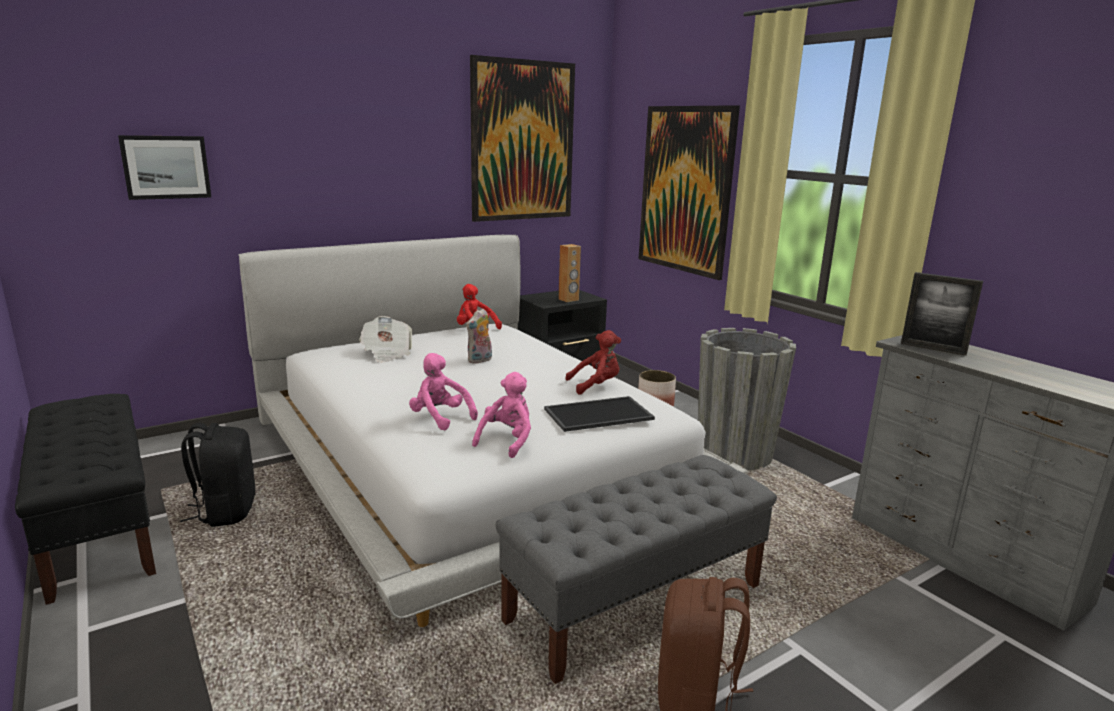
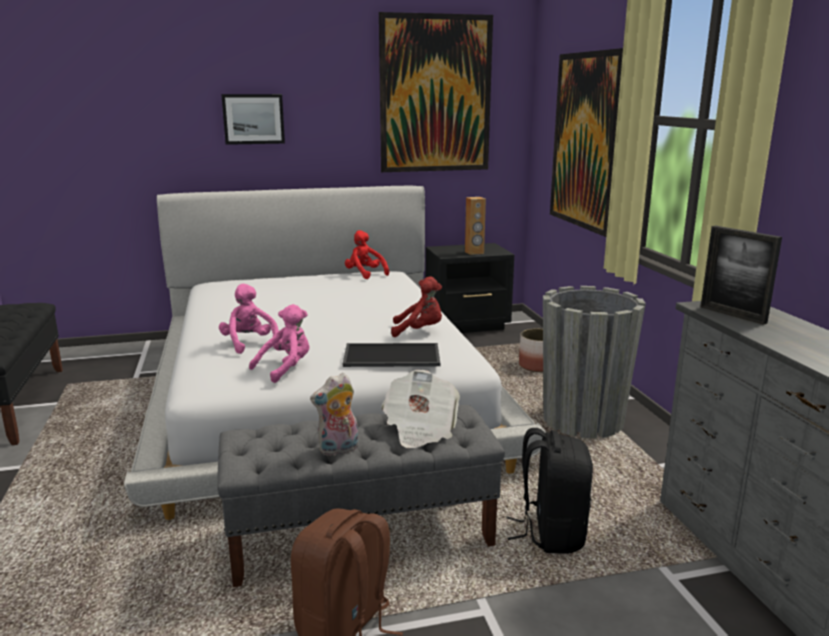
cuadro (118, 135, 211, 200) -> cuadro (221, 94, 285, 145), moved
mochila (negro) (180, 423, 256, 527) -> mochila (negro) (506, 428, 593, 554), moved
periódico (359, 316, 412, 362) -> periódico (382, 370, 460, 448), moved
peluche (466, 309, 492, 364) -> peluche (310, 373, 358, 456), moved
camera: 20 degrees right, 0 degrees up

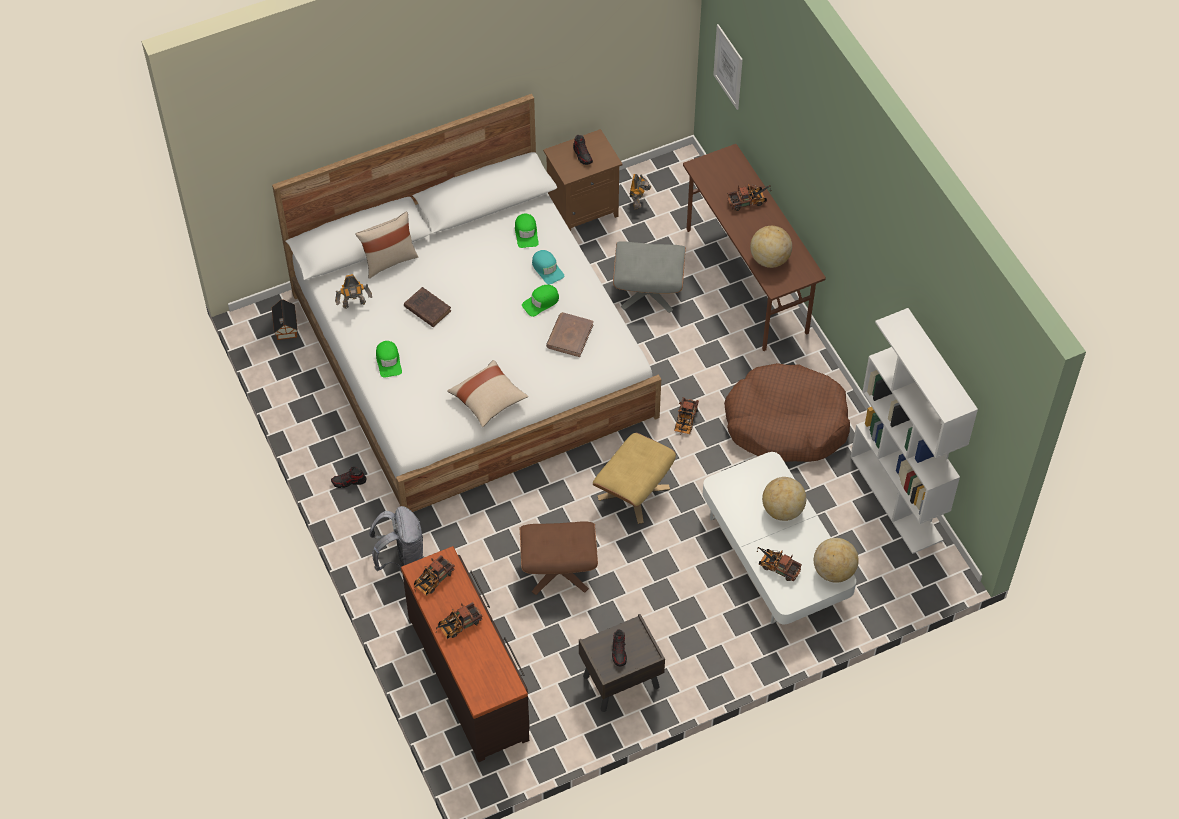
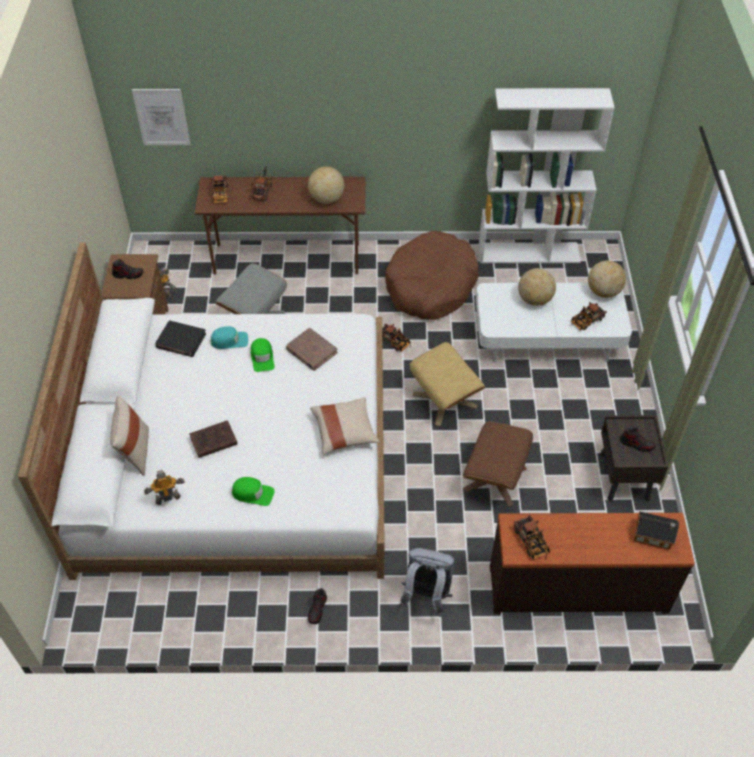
casita (272, 300, 298, 340) -> casita (634, 511, 679, 549), moved
camión de juguete (436, 602, 483, 639) -> camión de juguete (210, 175, 228, 203), moved
gorra (verde) (515, 213, 539, 248) -> libro (negro) (156, 320, 206, 357)
robot de juguete (335, 274, 372, 309) -> robot de juguete (144, 470, 185, 505), 120 degrees counterclockwise
camera: 65 degrees left, 5 degrees down

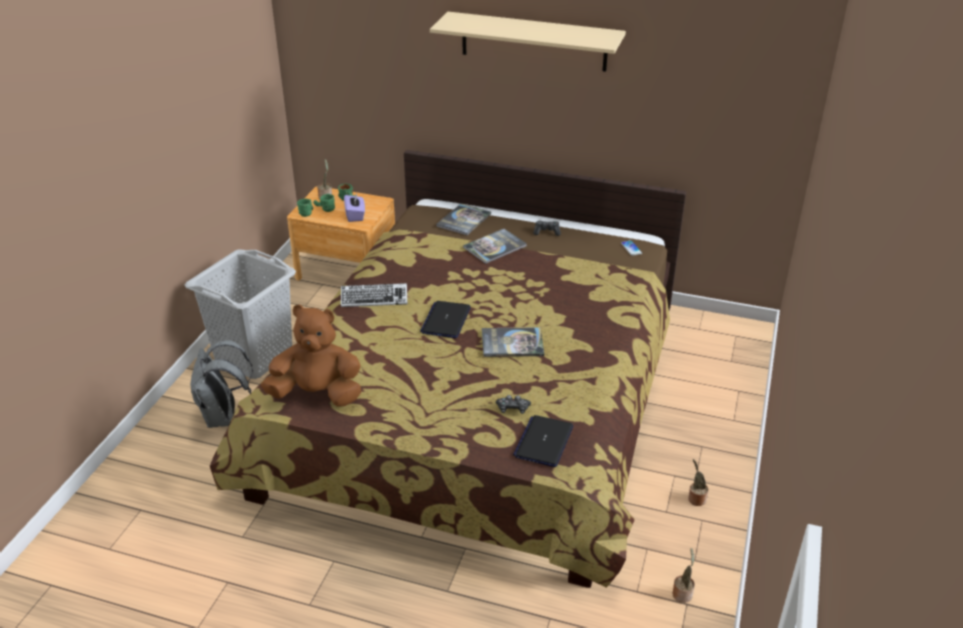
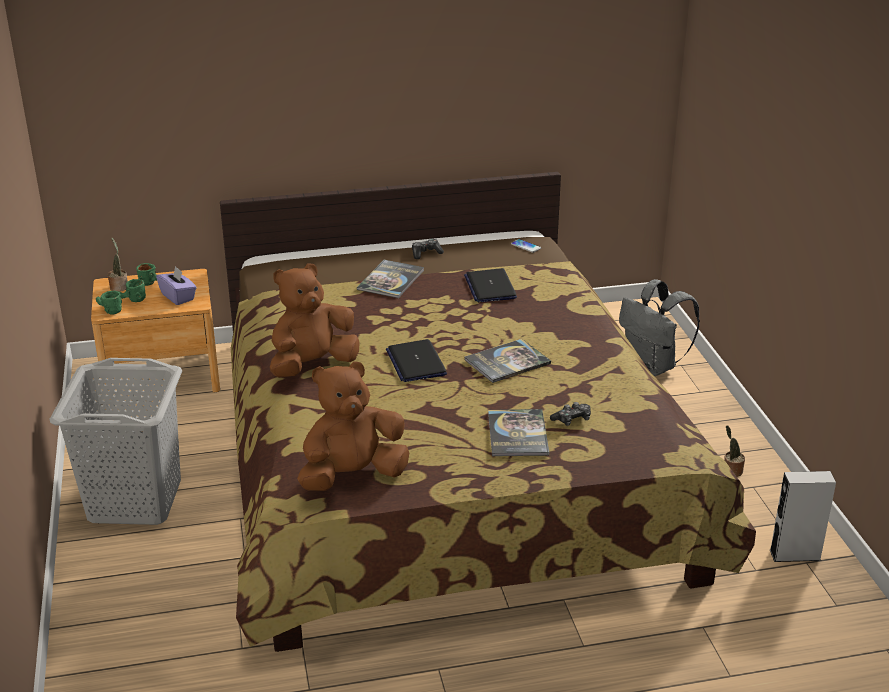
estante (beis) (430, 12, 626, 72) -> none
mochila (gris) (190, 340, 253, 428) -> mochila (gris) (619, 279, 700, 376), moved
libro (436, 204, 491, 235) -> libro (488, 409, 549, 456), moved
portátil (513, 415, 573, 467) -> portátil (464, 268, 517, 302), moved
teclado (341, 283, 407, 307) -> peluche (marrón) (270, 263, 360, 378)
planta en maceta (672, 548, 695, 603) -> altavoz (gris) (770, 471, 836, 562)
camera: 30 degrees left, 5 degrees down

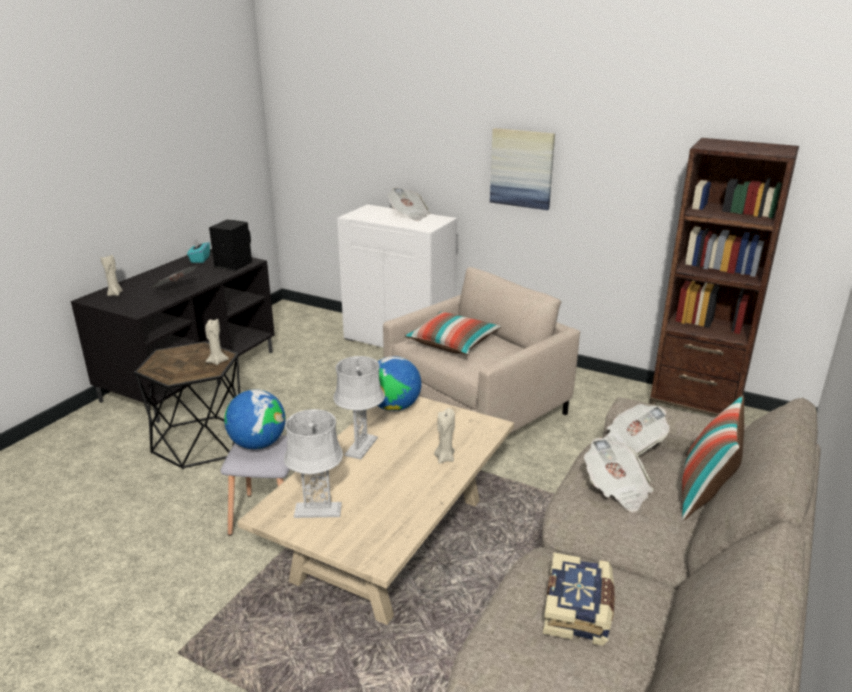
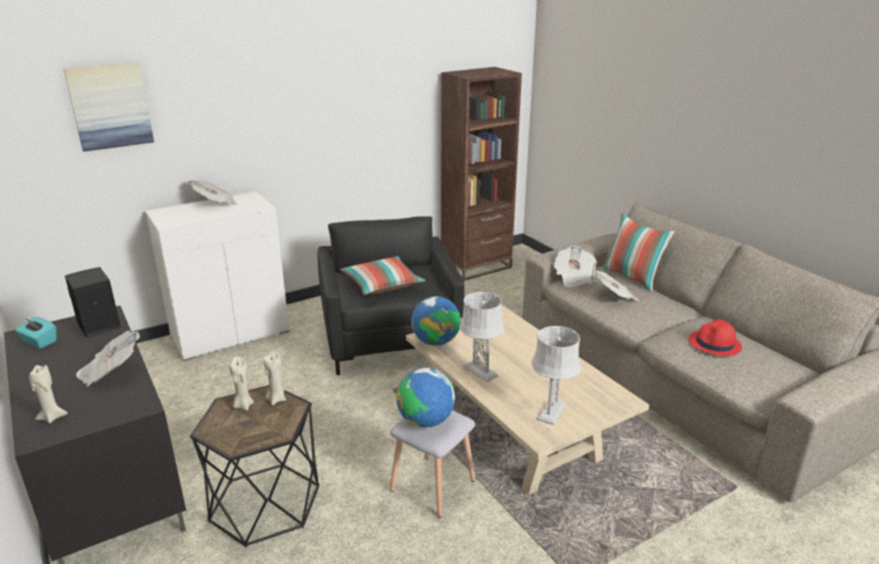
vela (beis) (434, 408, 455, 464) -> vela (beis) (229, 357, 254, 411), moved
cuadro (490, 128, 555, 210) -> cuadro (63, 63, 154, 152), moved
libro (543, 553, 615, 646) -> sombrero (rojo) (689, 319, 742, 356)
sillón (beis) (383, 267, 580, 434) -> sillón (negro) (317, 216, 465, 375)
camera: 60 degrees left, 0 degrees up

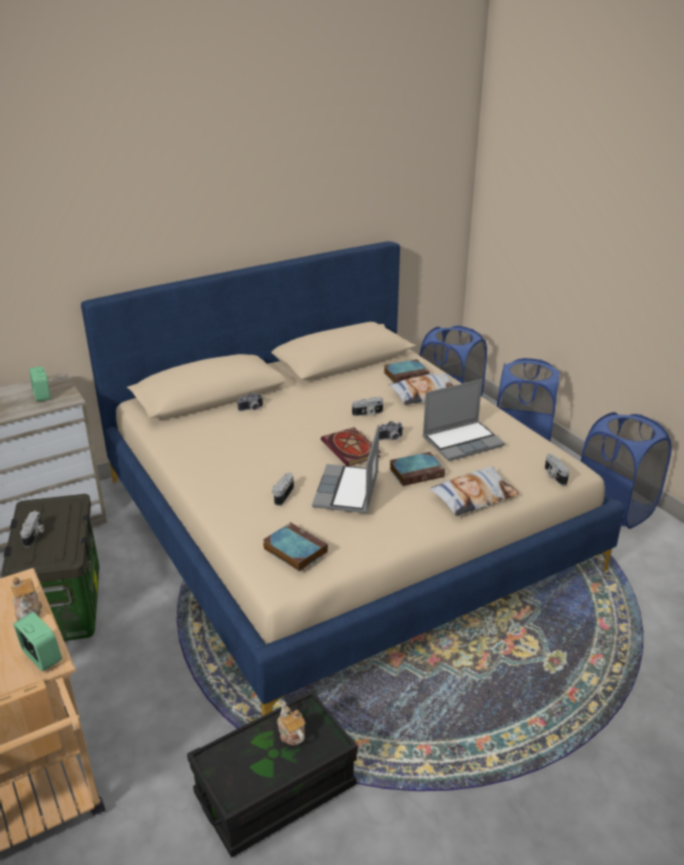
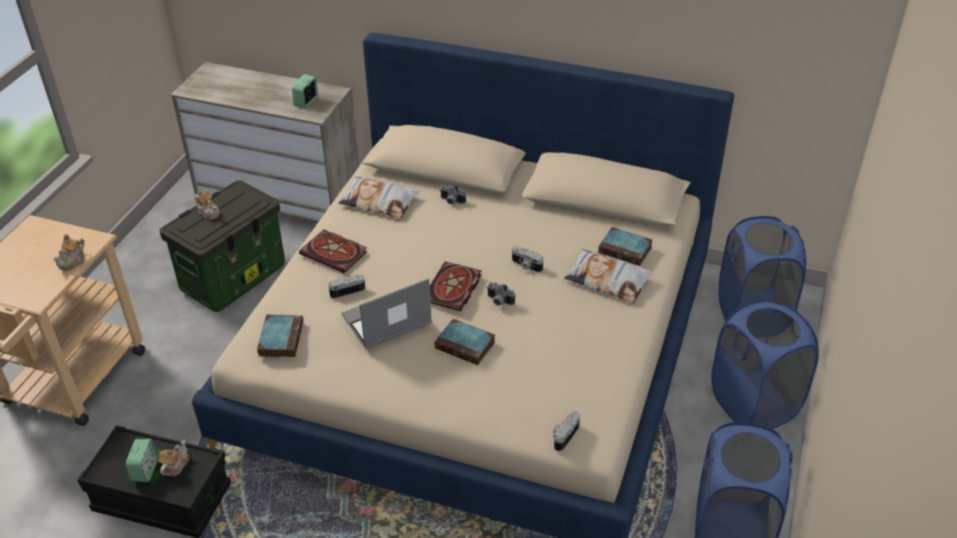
portátil (423, 379, 505, 461) -> none
none -> libro (299, 230, 367, 273)
despertador (13, 612, 62, 671) -> despertador (126, 439, 158, 482), moved
cojín (429, 467, 519, 516) -> cojín (339, 177, 419, 218), moved
cámara (20, 511, 44, 547) -> tetera (195, 190, 220, 220)
camera: 50 degrees right, 10 degrees up

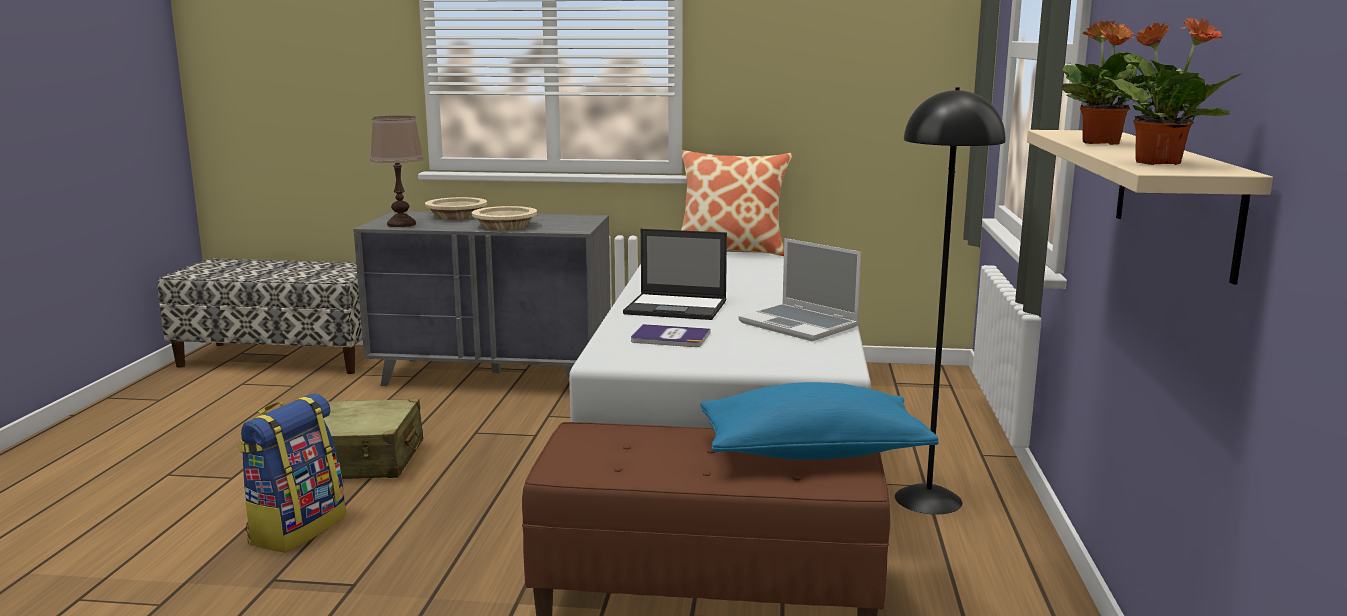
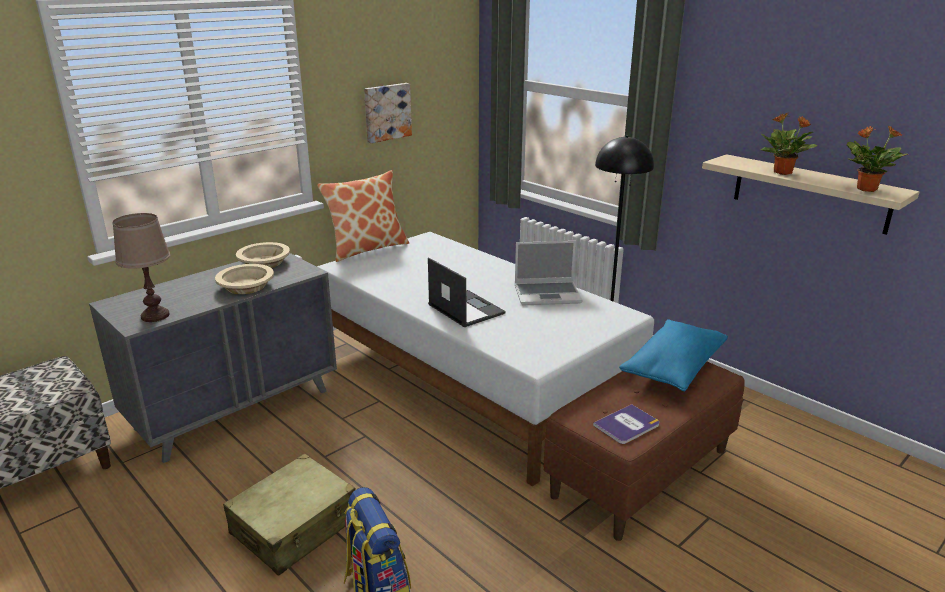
none -> cuadro (364, 83, 412, 143)
cuenco (beis) (425, 197, 487, 220) -> cuenco (beis) (236, 242, 290, 268), moved
libro (631, 324, 710, 347) -> libro (593, 404, 659, 444), moved
portátil (623, 229, 727, 320) -> portátil (428, 257, 506, 327), 90 degrees counterclockwise
camera: 50 degrees left, 10 degrees up

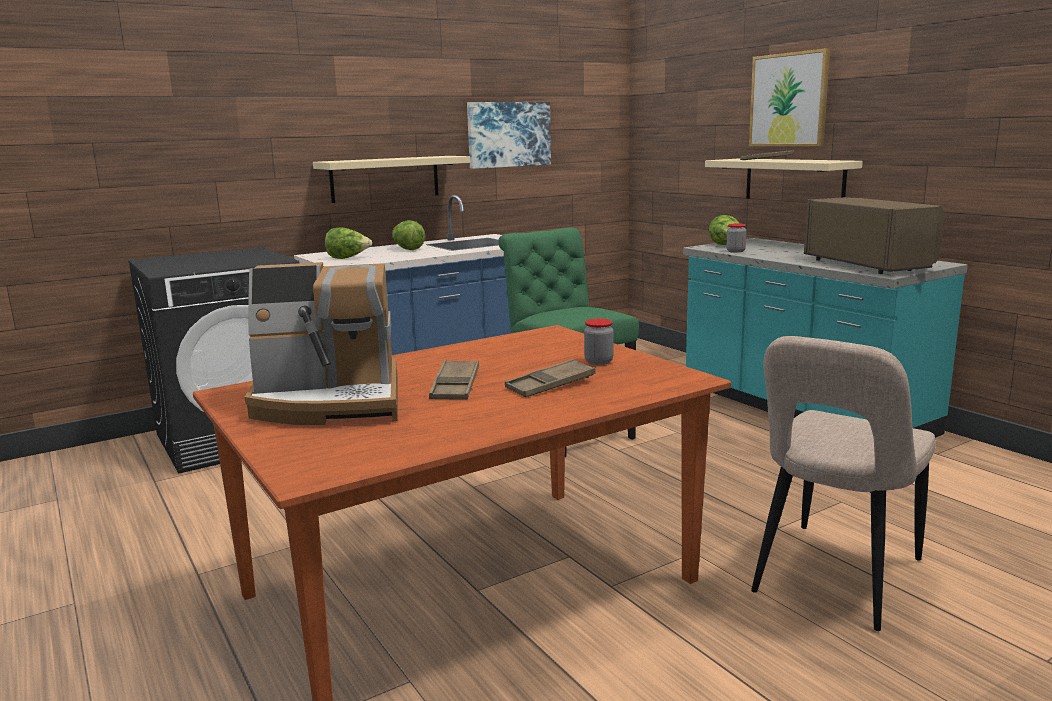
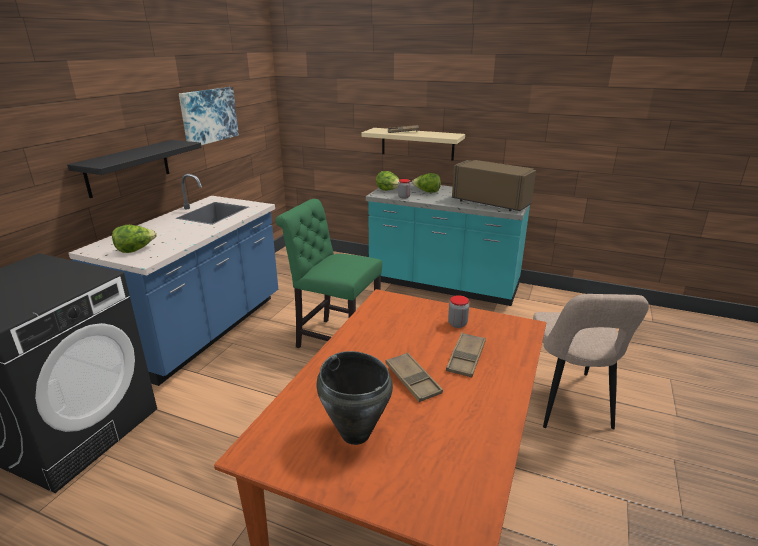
cuadro (749, 48, 830, 146) -> none
lechuga (392, 220, 425, 250) -> lechuga (412, 173, 441, 193), moved
cafetera (245, 262, 398, 425) -> olla (negro) (316, 351, 393, 445)
estante (beis) (313, 156, 470, 203) -> estante (negro) (67, 140, 202, 198)
camera: 35 degrees left, 10 degrees up

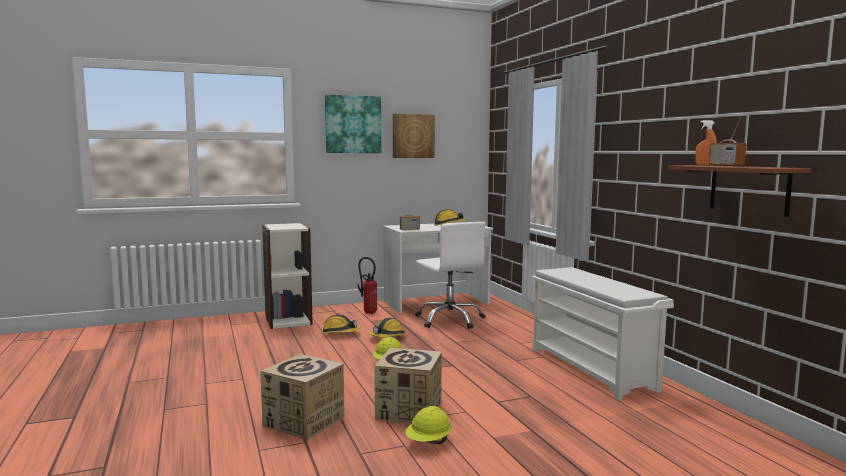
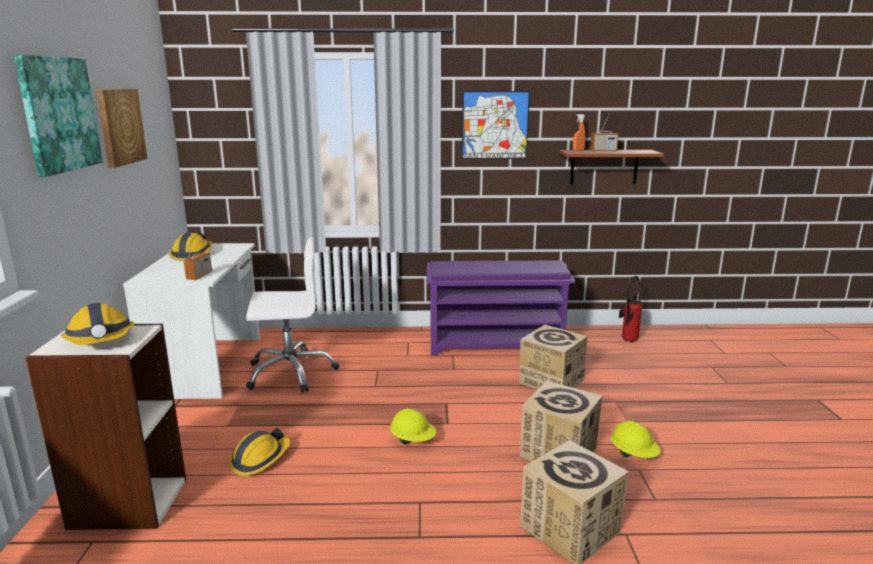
none -> cuadro (462, 91, 530, 159)
none -> caja de cartón (520, 325, 588, 389)
extintor (358, 257, 377, 314) -> extintor (619, 276, 642, 343), moved
casco (368, 318, 407, 338) -> casco (61, 303, 134, 345), moved
zapatero (blanco) (531, 267, 674, 400) -> zapatero (morado) (427, 260, 576, 355)
camera: 70 degrees left, 10 degrees up

